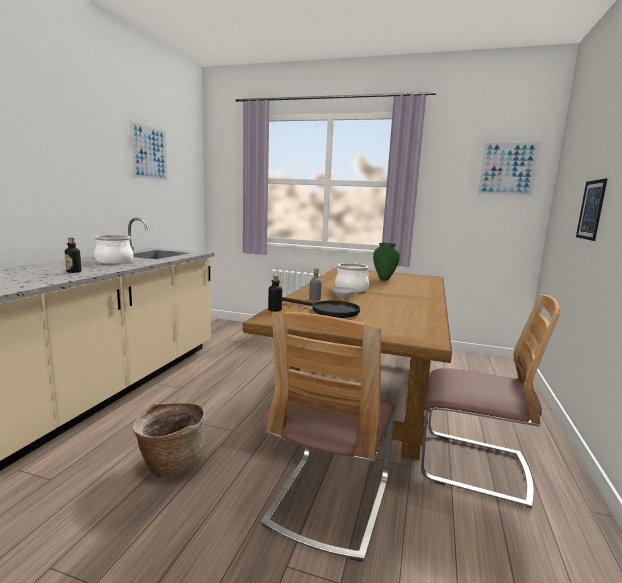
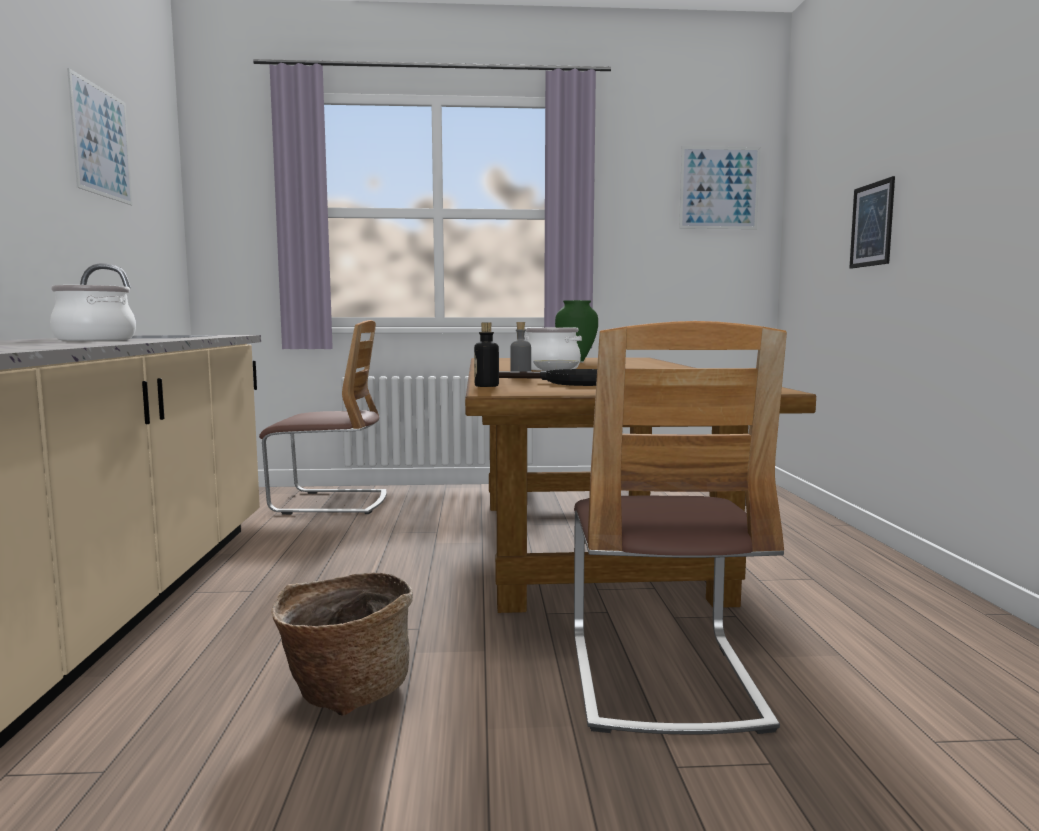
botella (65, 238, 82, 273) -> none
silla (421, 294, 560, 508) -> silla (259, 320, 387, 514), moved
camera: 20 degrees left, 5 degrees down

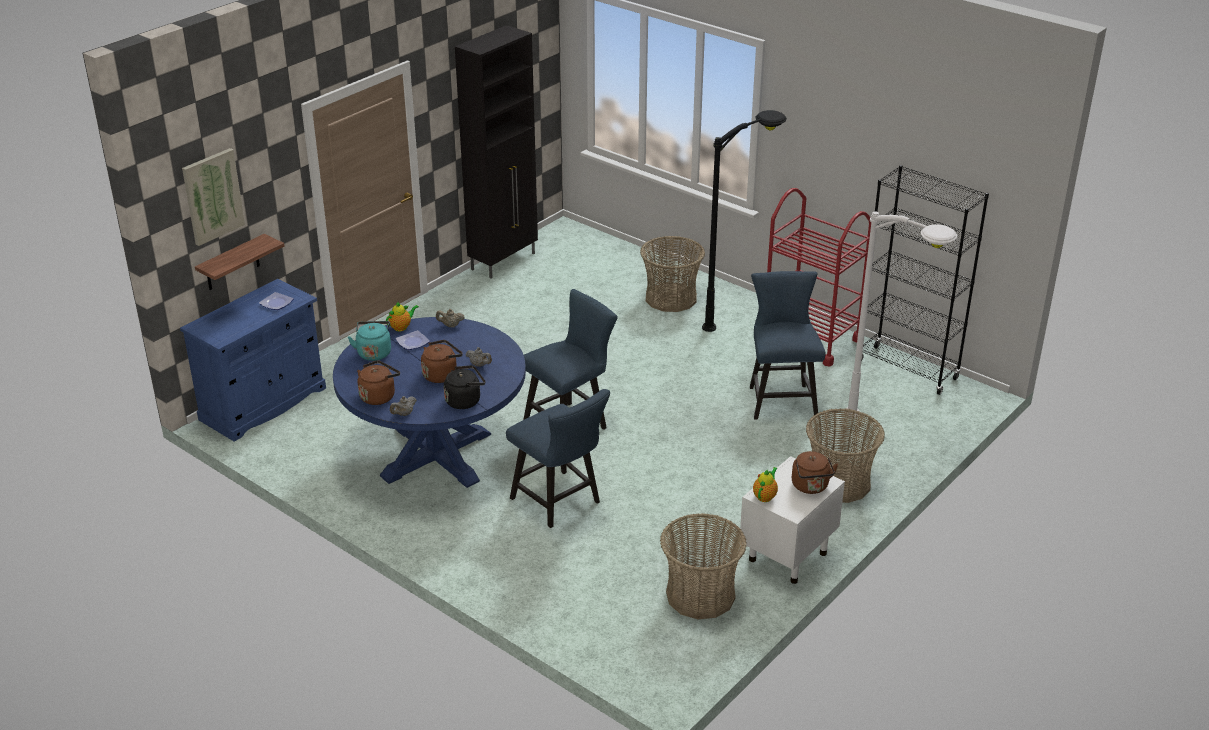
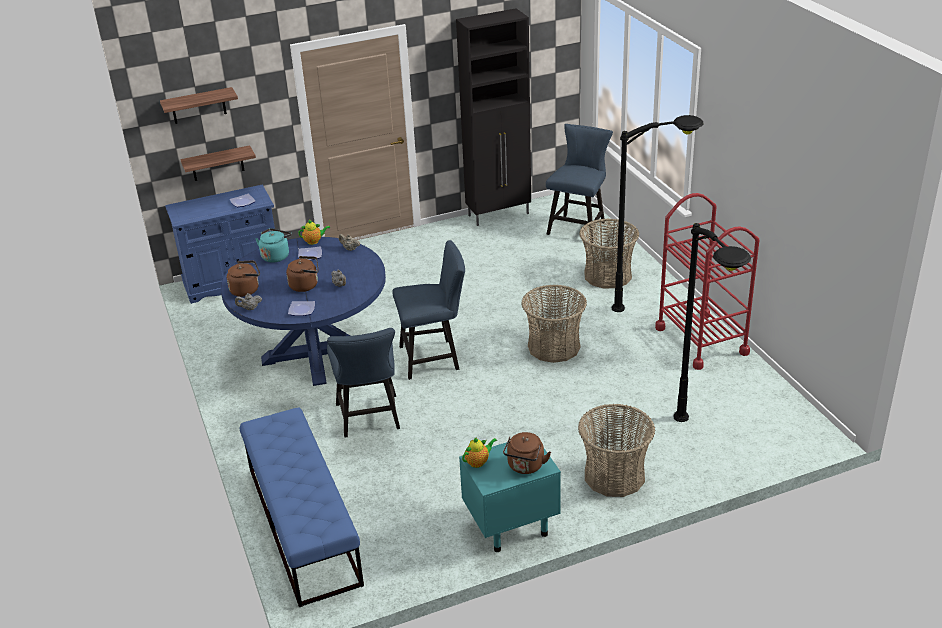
estantería (negro) (862, 165, 989, 395) -> none
none -> banco (azul) (240, 408, 364, 607)
cesta (660, 513, 747, 619) -> cesta (521, 284, 587, 363), moved
silla (azul) (750, 271, 826, 420) -> silla (azul) (546, 124, 613, 243), moved
cuadro (182, 148, 245, 246) -> estante (160, 87, 238, 124)
hervidor (negro) (444, 365, 485, 409) -> plato (288, 301, 315, 316)
mesita de noche (blanco) (740, 456, 845, 584) -> mesita de noche (turquesa) (459, 441, 561, 552)
lámpara de pie (blanco) (846, 211, 957, 418) -> lámpara de pie (negro) (673, 223, 751, 422)
camera: 30 degrees right, 0 degrees up

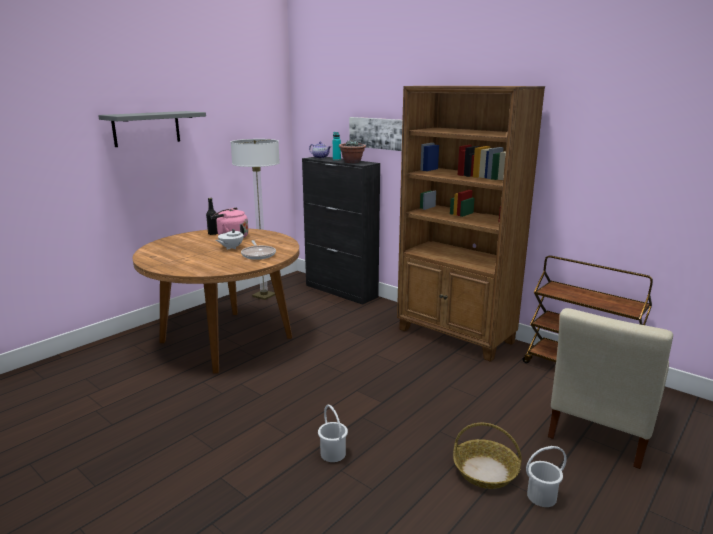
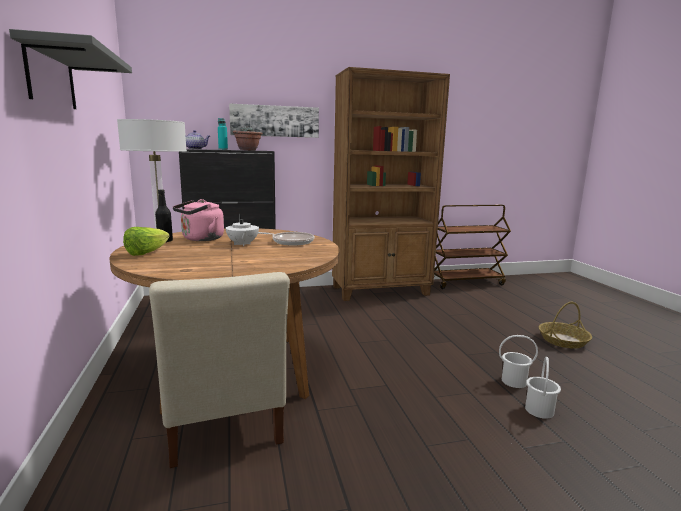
none -> lechuga (123, 227, 170, 256)
cubo (blanco) (526, 446, 567, 507) -> cubo (blanco) (525, 357, 561, 419), moved
silla (beis) (548, 308, 673, 469) -> silla (beis) (149, 272, 290, 468), moved
camera: 55 degrees left, 5 degrees down

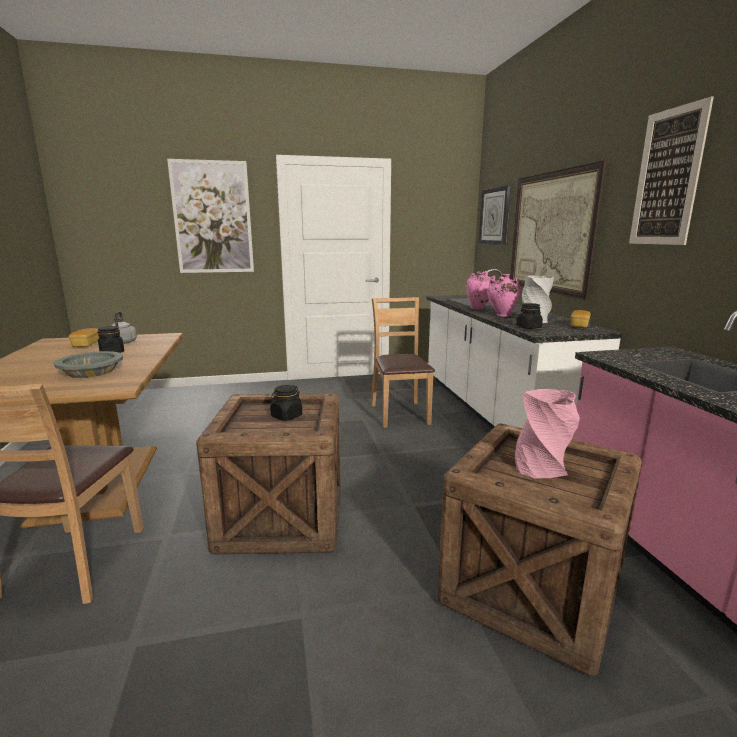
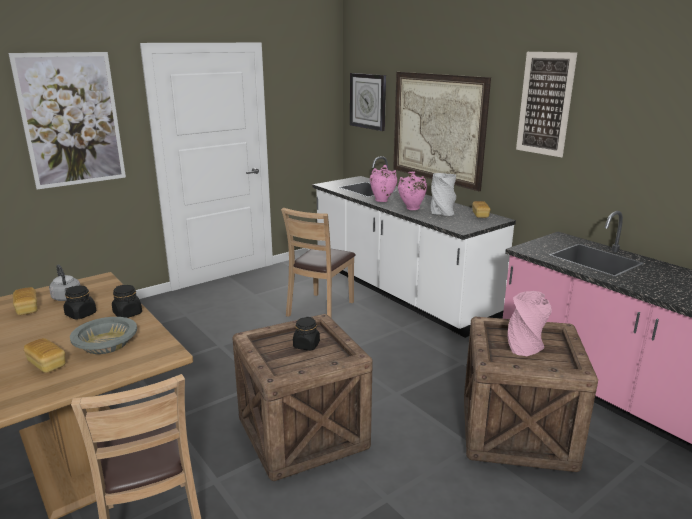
none -> pan (24, 338, 65, 373)
tarro (negro) (516, 303, 543, 329) -> tarro (negro) (112, 285, 142, 318), moved
silla (marrón) (371, 297, 435, 428) -> silla (marrón) (281, 208, 356, 318), 120 degrees counterclockwise
camera: 25 degrees left, 5 degrees up

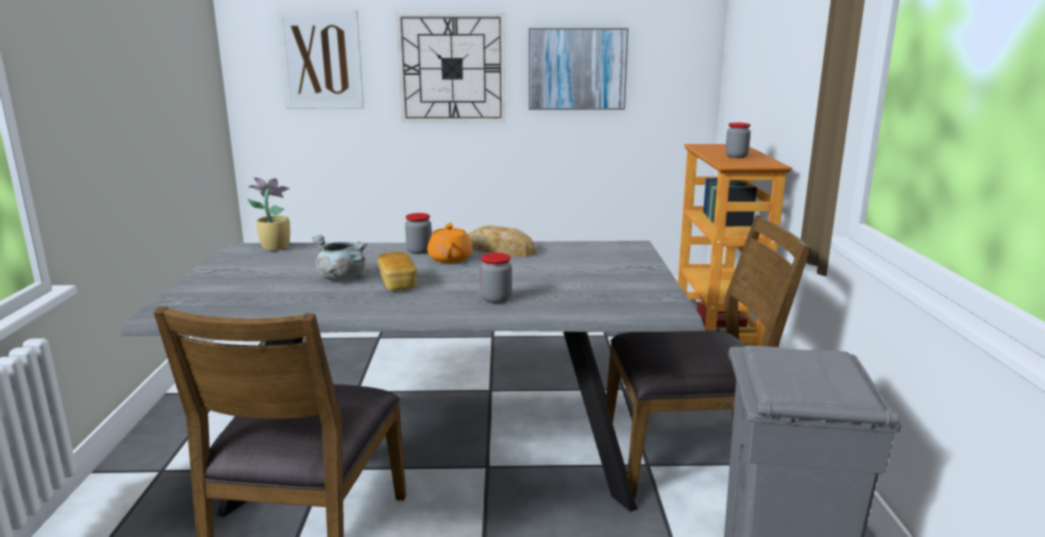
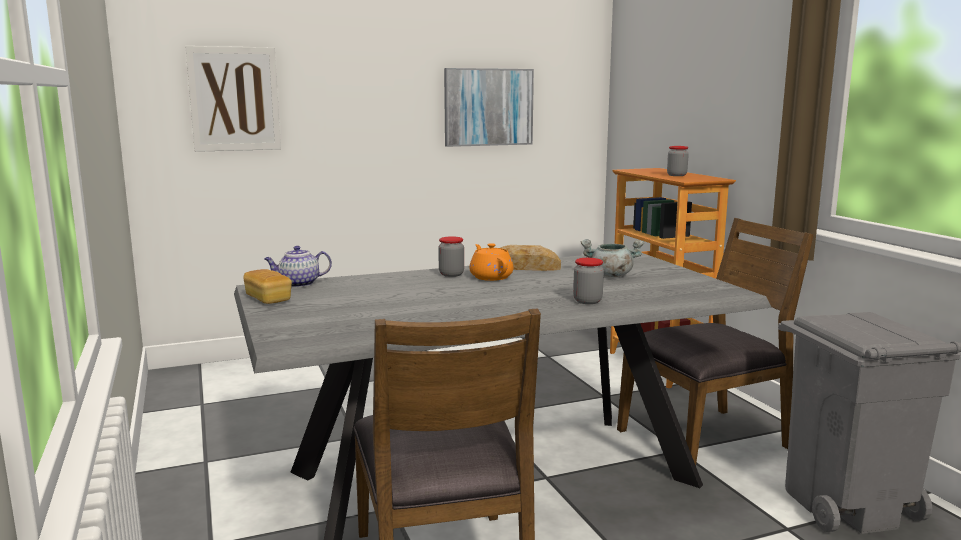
reloj de pared (396, 13, 505, 123) -> none
olla (gris) (312, 235, 367, 281) -> olla (gris) (581, 239, 644, 277), moved
pan (378, 252, 417, 291) -> pan (243, 269, 292, 304), moved
planta en maceta (247, 177, 290, 251) -> tetera (264, 246, 332, 287)
camera: 20 degrees left, 5 degrees down

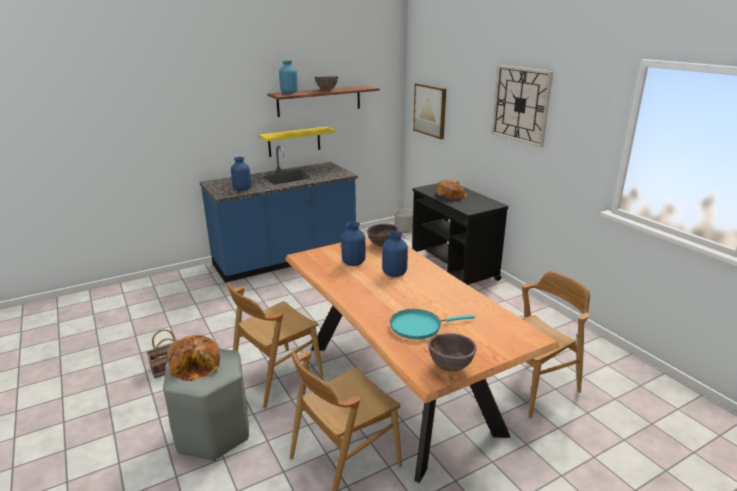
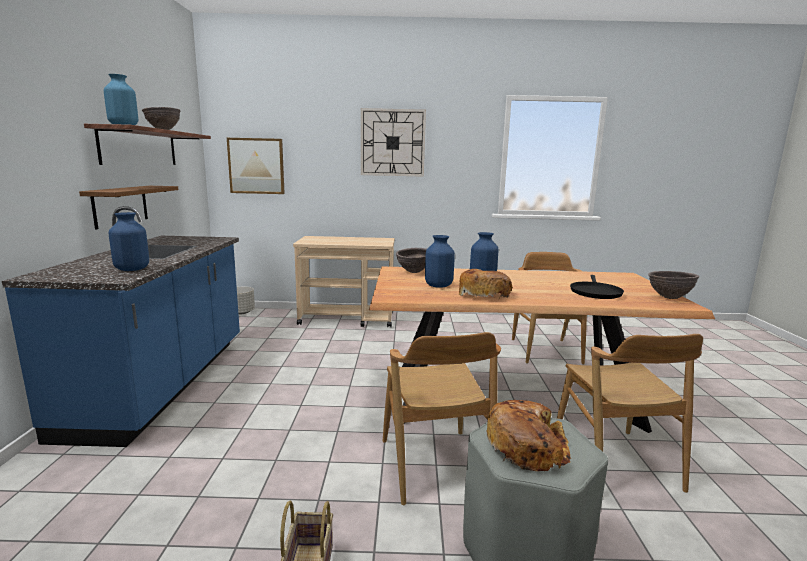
pan (436, 180, 467, 200) -> pan (459, 269, 513, 299), moved
estante (amarillo) (259, 126, 336, 157) -> estante (marrón) (79, 186, 179, 229)
sartén (turquesa) (390, 309, 475, 339) -> sartén (negro) (570, 275, 624, 299)
carrito (negro) (412, 183, 508, 285) -> carrito (beis) (293, 236, 395, 327)
camera: 60 degrees left, 10 degrees down

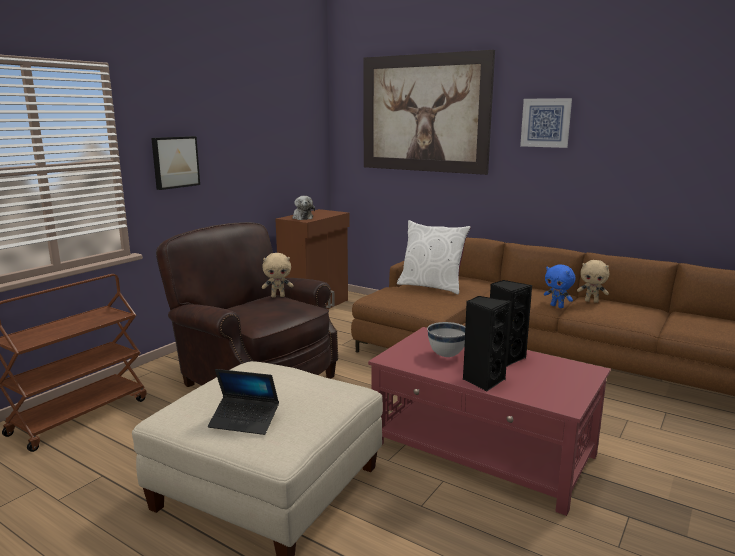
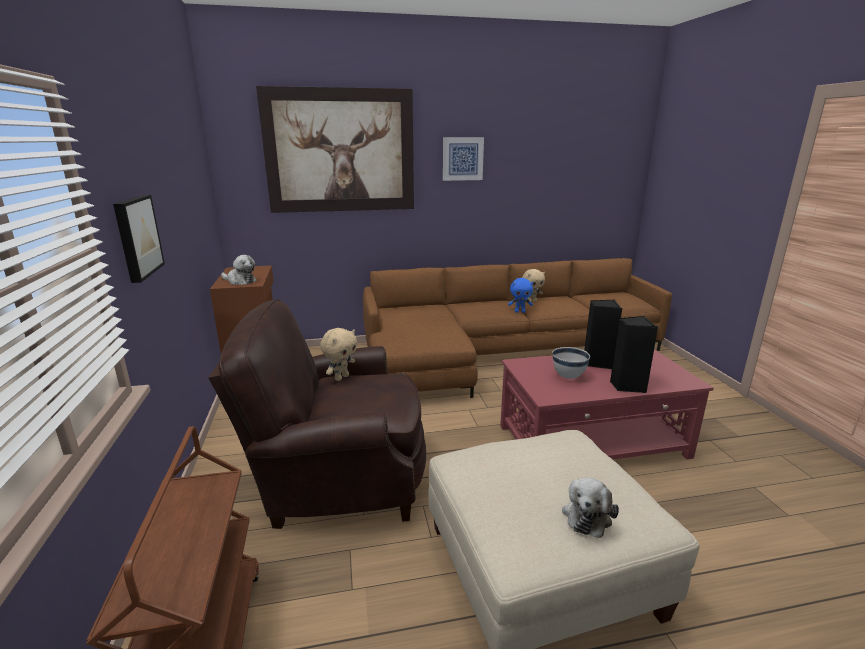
cojín (blanco) (397, 220, 471, 295) -> none
portátil (208, 369, 279, 435) -> peluche (562, 478, 619, 538)
camera: 45 degrees left, 5 degrees up

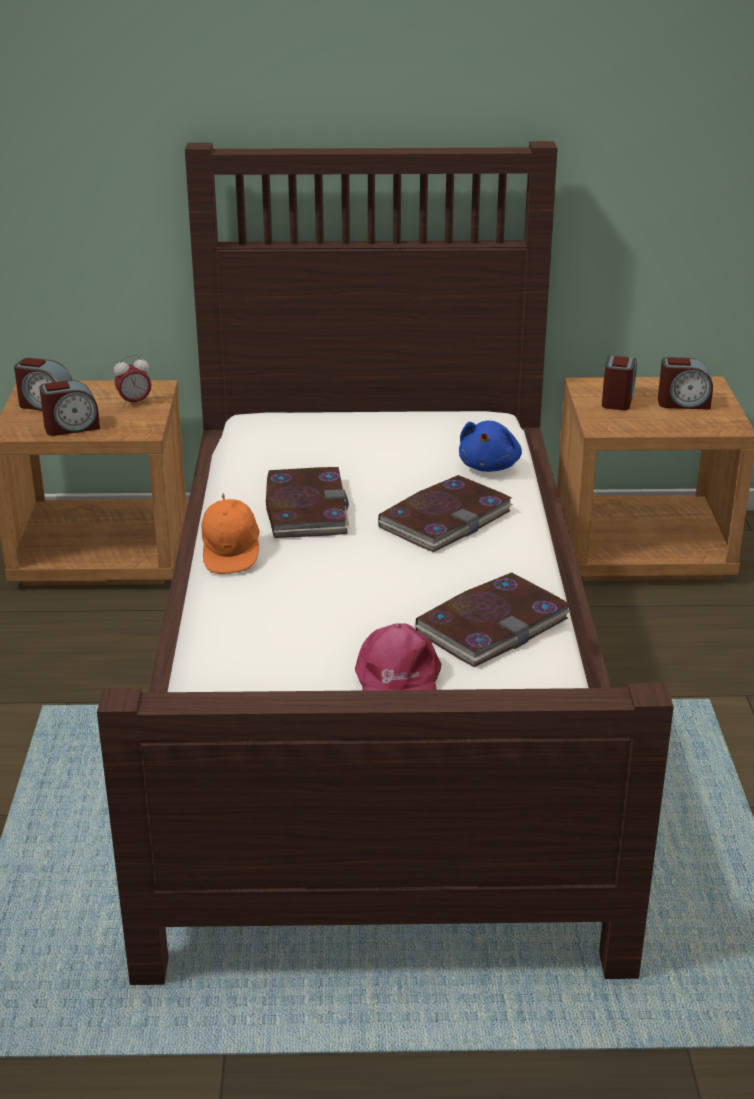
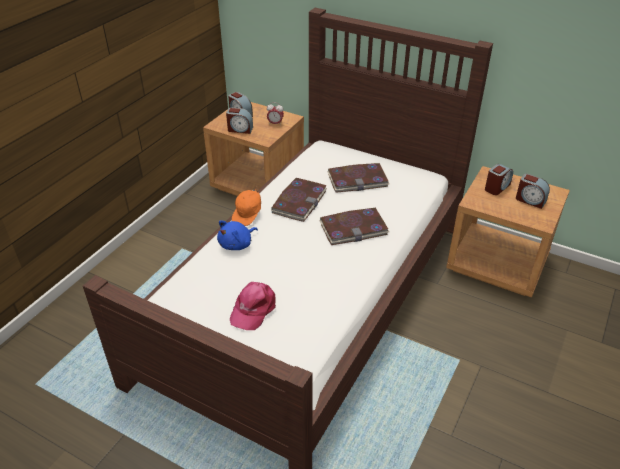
libro (415, 573, 571, 667) -> libro (327, 163, 389, 193), moved
peluche (azul) (459, 421, 522, 472) -> peluche (azul) (217, 220, 258, 250), moved
camera: 30 degrees right, 10 degrees up

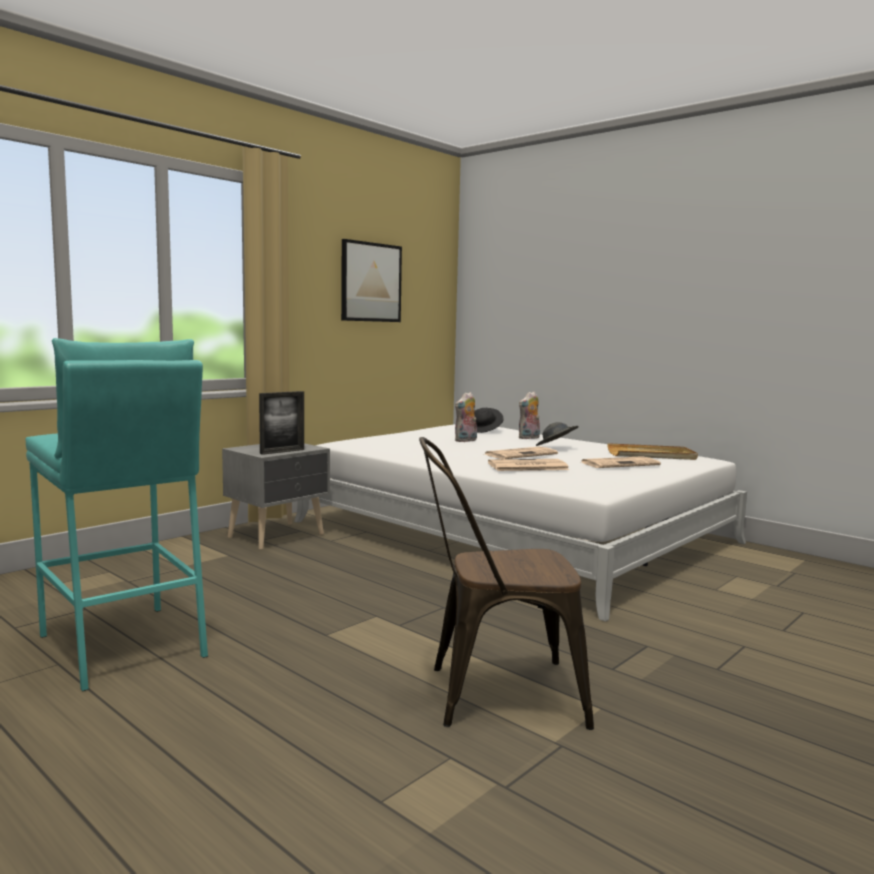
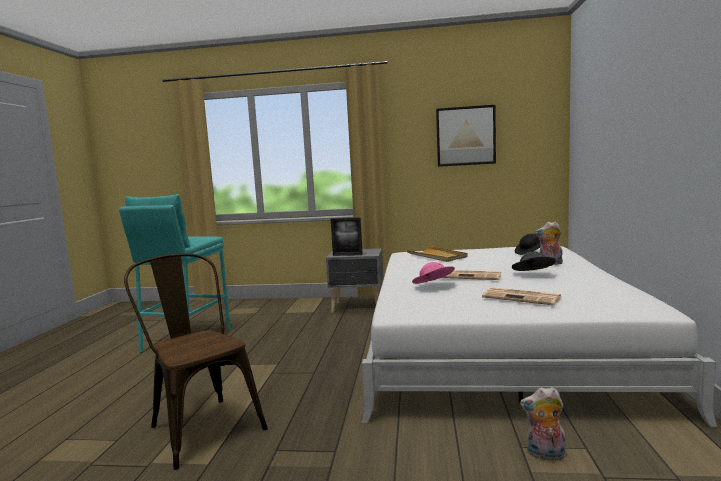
peluche (455, 392, 477, 442) -> peluche (520, 387, 565, 463), moved
bandeja (beis) (607, 443, 698, 460) -> bandeja (beis) (407, 246, 467, 262), moved
periódico (488, 459, 569, 471) -> sombrero (rosa) (412, 262, 455, 284)
camera: 55 degrees right, 0 degrees up

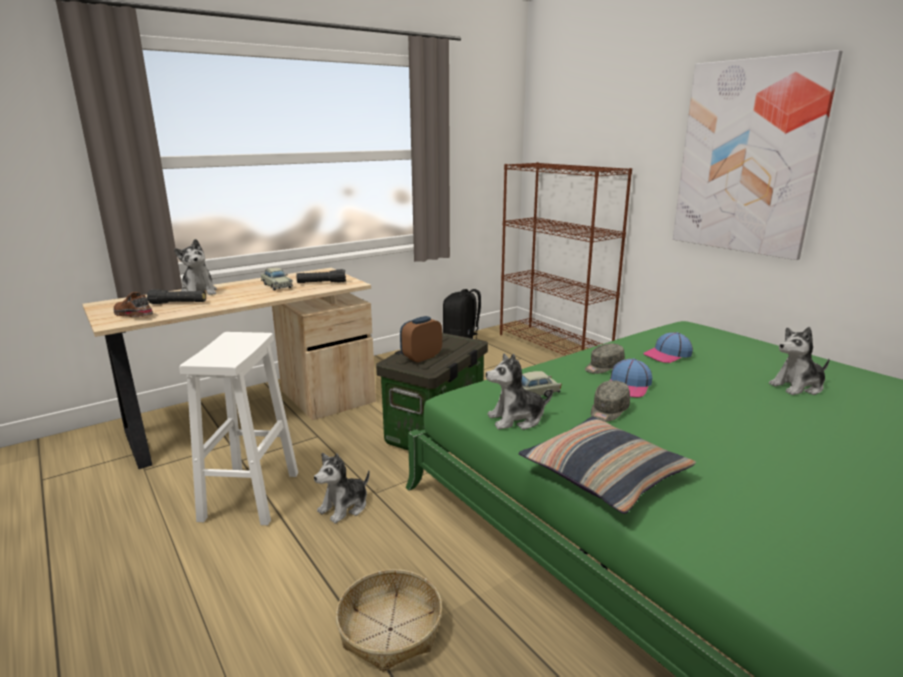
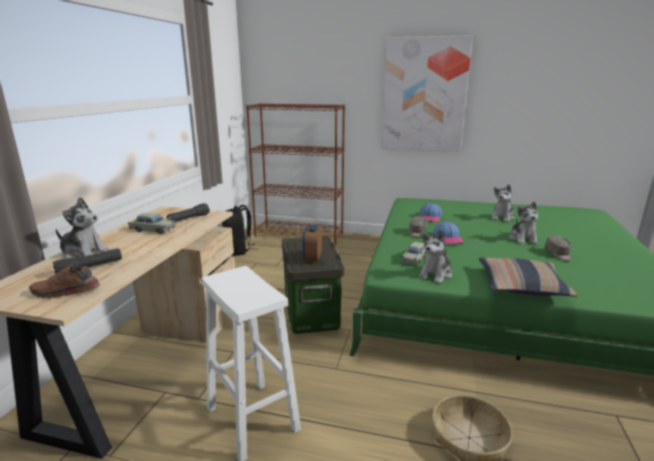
peluche (314, 453, 370, 523) -> peluche (509, 201, 539, 245), moved
gorra (gris) (591, 380, 630, 422) -> gorra (gris) (544, 235, 572, 261), moved
camera: 40 degrees left, 0 degrees up

